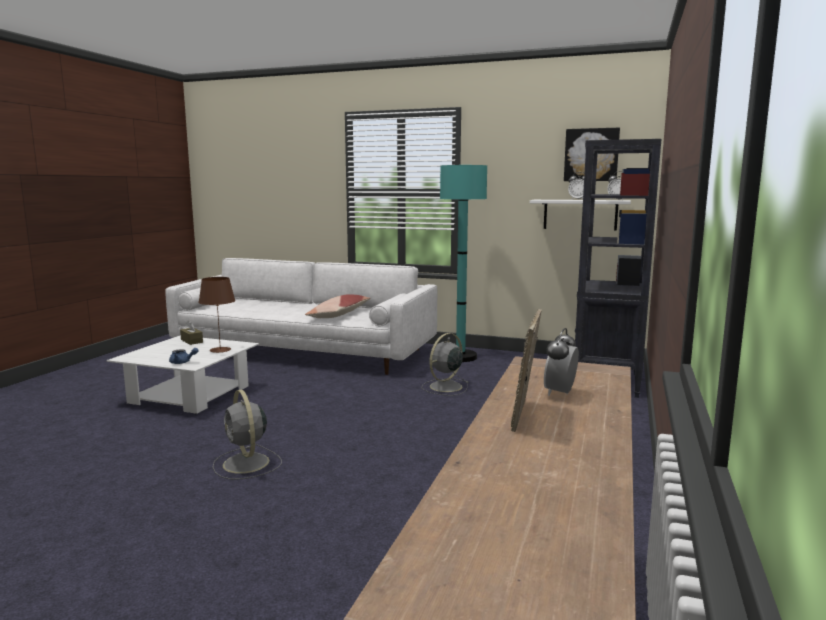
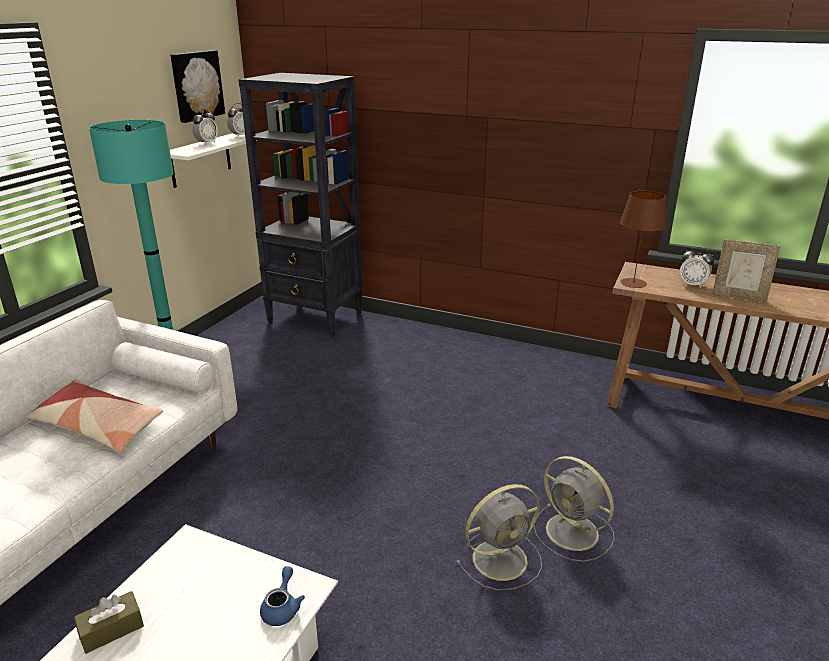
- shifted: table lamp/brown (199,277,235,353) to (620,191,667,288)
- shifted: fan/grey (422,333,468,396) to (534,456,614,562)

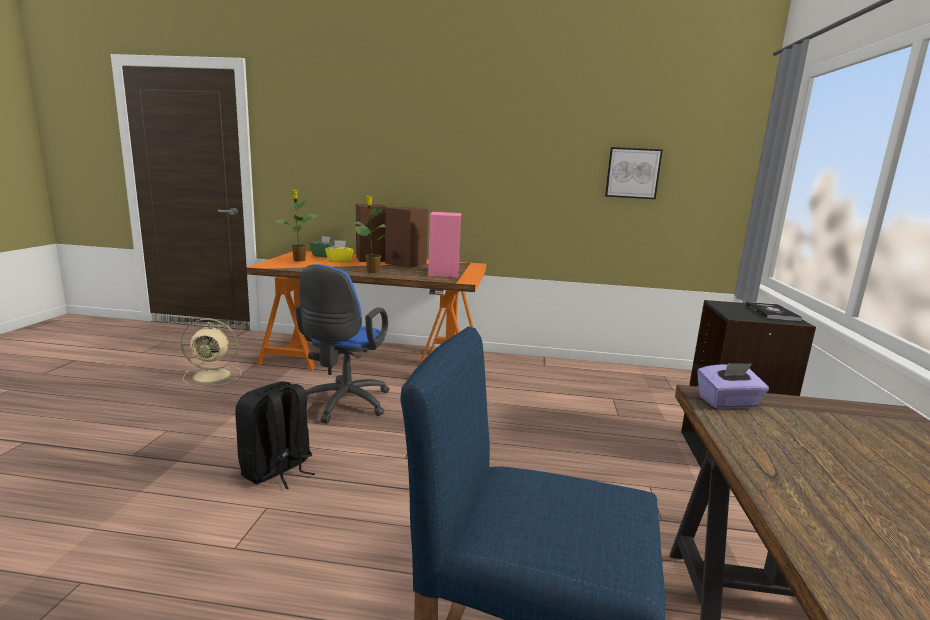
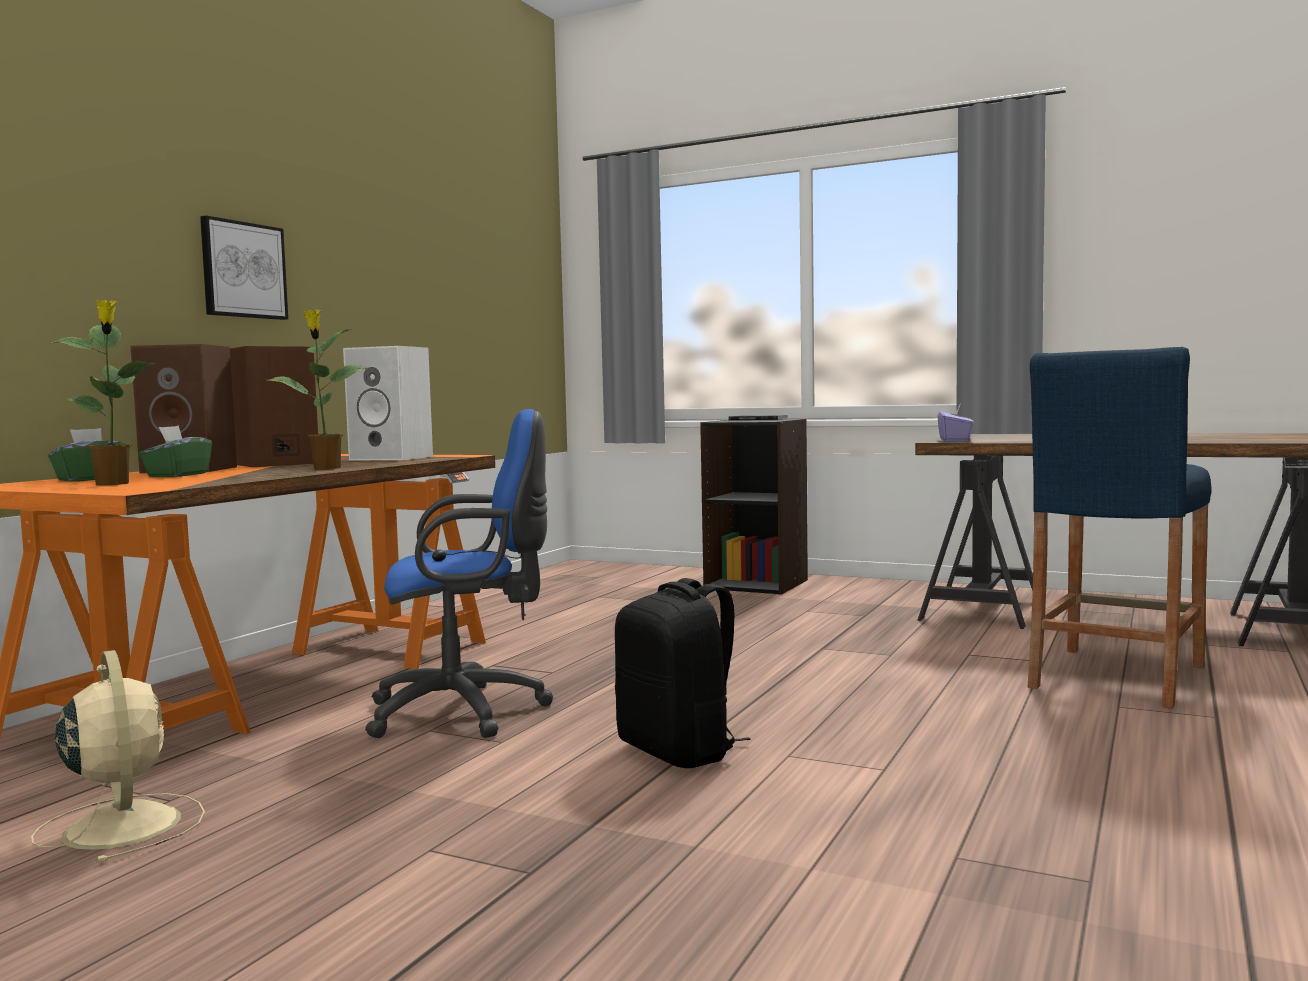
- rotated: fan/beige (180,319,242,386) = (31,650,205,864) 45 degrees counterclockwise
- rotated: office chair/blue (295,264,390,423) = (365,409,553,738) 45 degrees counterclockwise
- repainted: tissue box/yellow (325,240,354,263) to tissue box/green (139,426,212,477)
- repainted: speaker/pink (428,212,461,277) to speaker/white (343,346,433,460)
- shifted: picture (605,147,663,199) to (200,215,288,320)

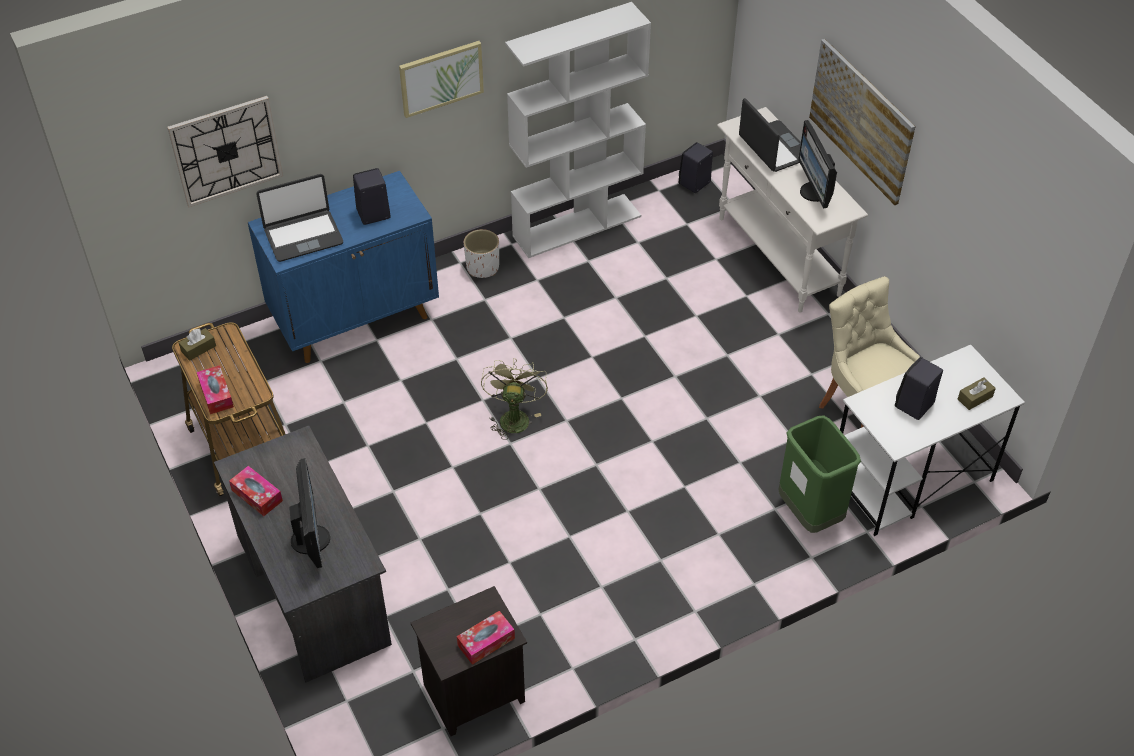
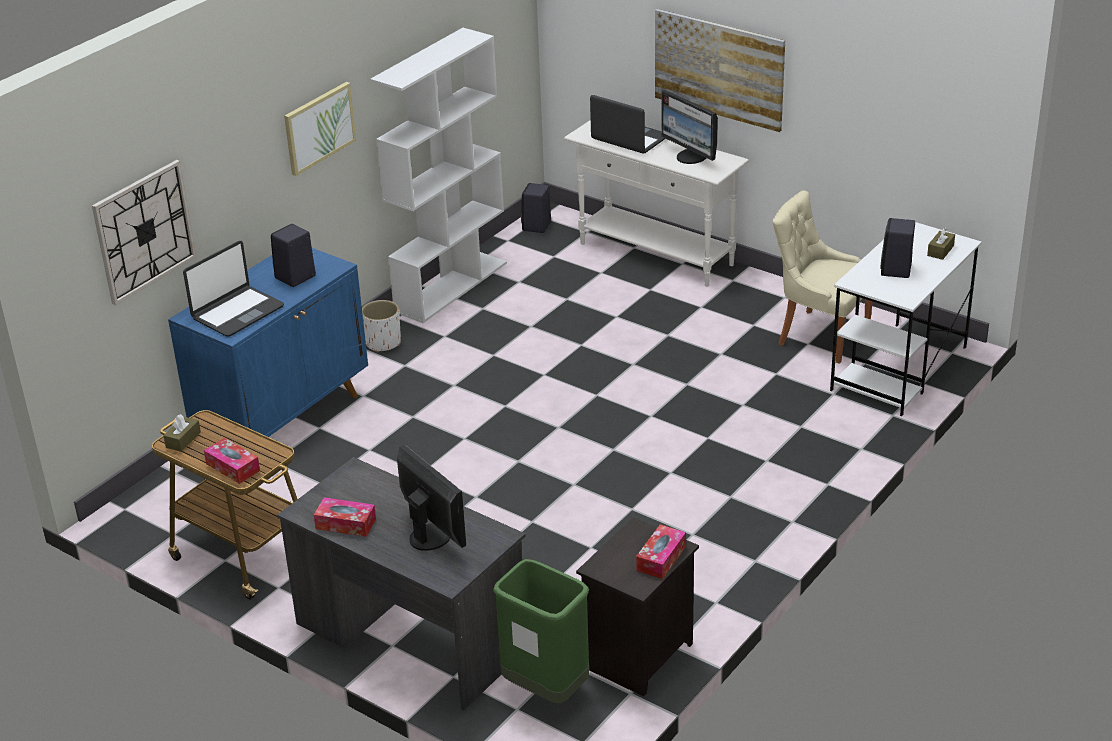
- gone: fan/green (481,358,548,440)
- shifted: trash can/green (778,416,861,533) to (493,559,589,703)

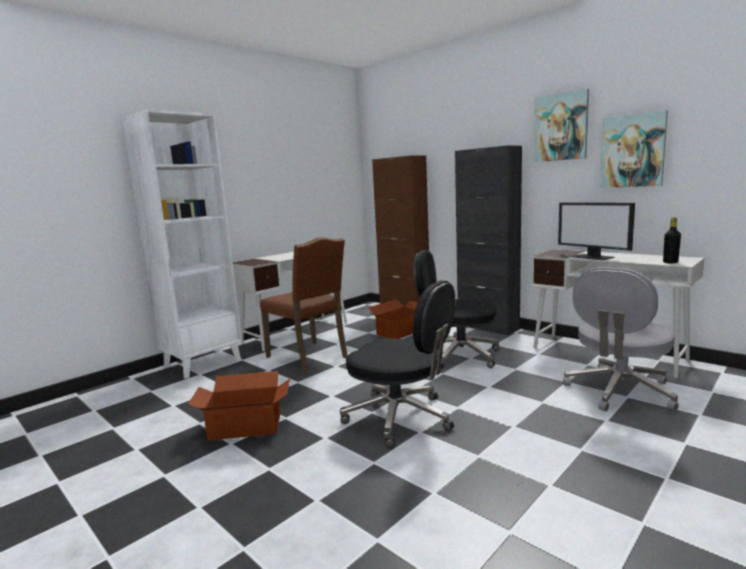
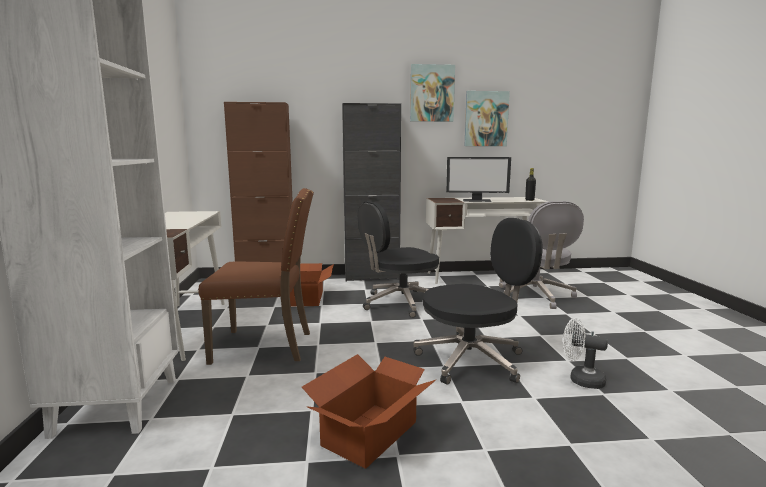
- new: fan/white (563,318,608,389)

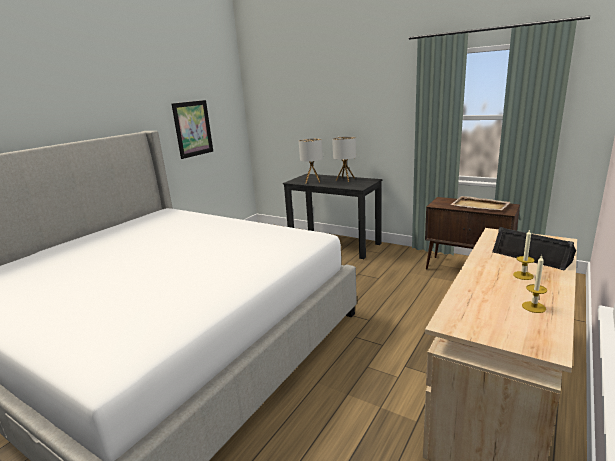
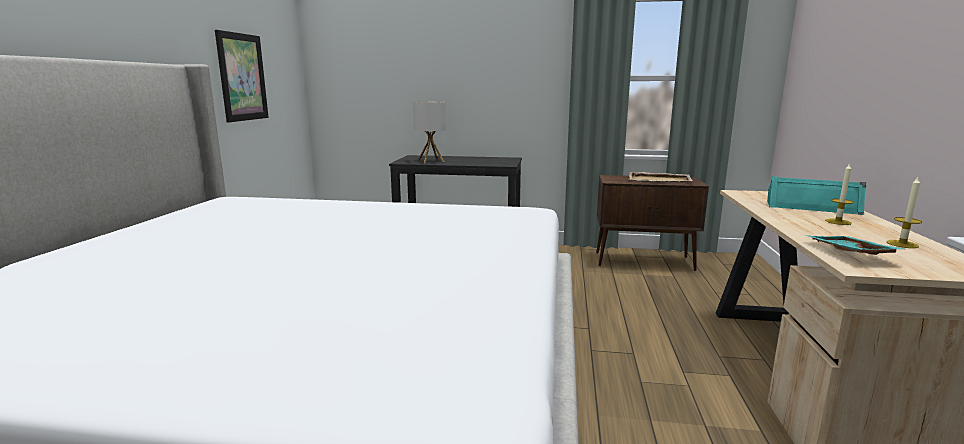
- gone: table lamp (332,136,356,182)
- repainted: speaker/black (492,227,576,271) to speaker/turquoise (767,176,866,215)
- new: tray/turquoise (805,235,903,255)

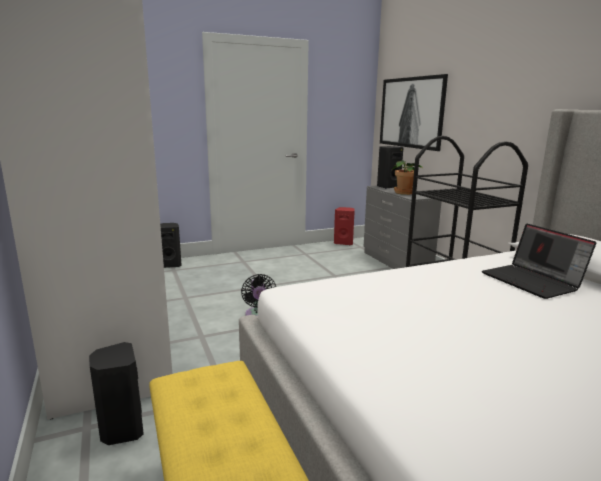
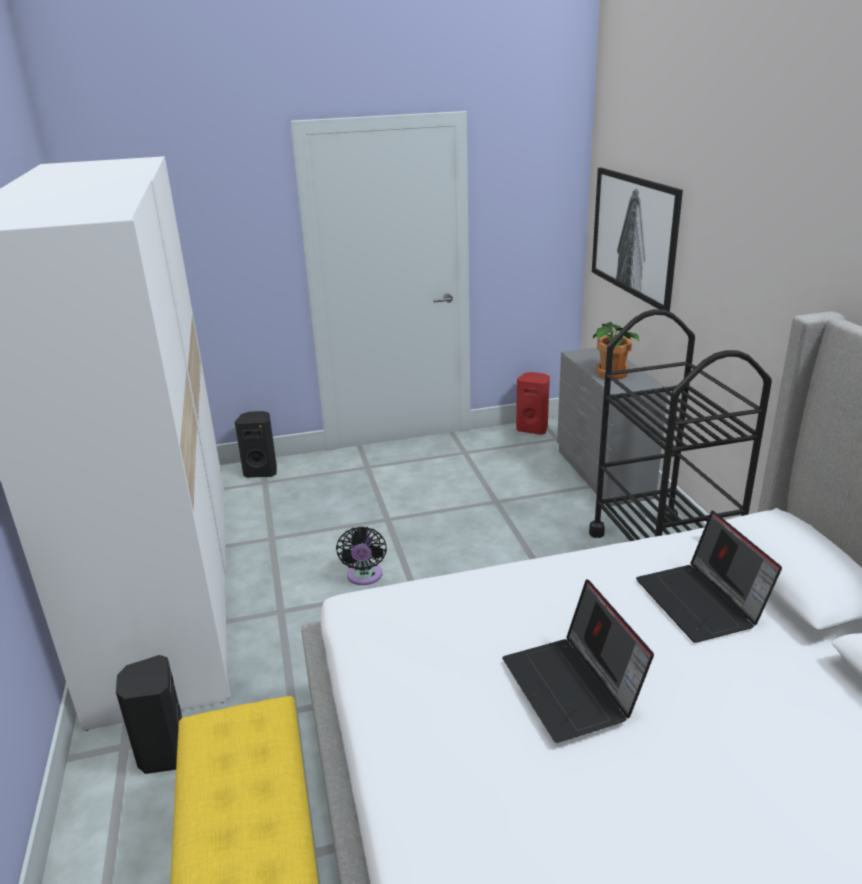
- gone: speaker/black (377,146,404,189)
- new: laptop (502,579,654,743)

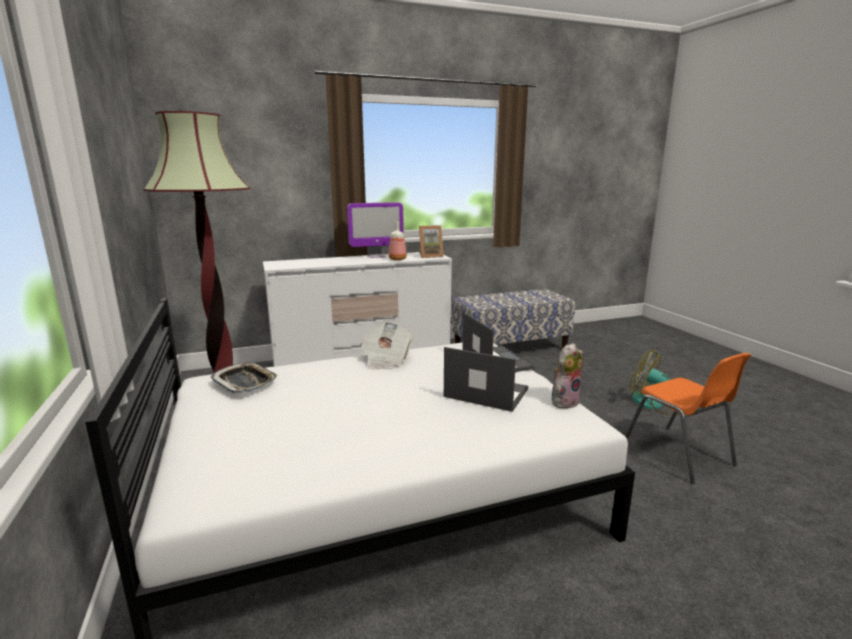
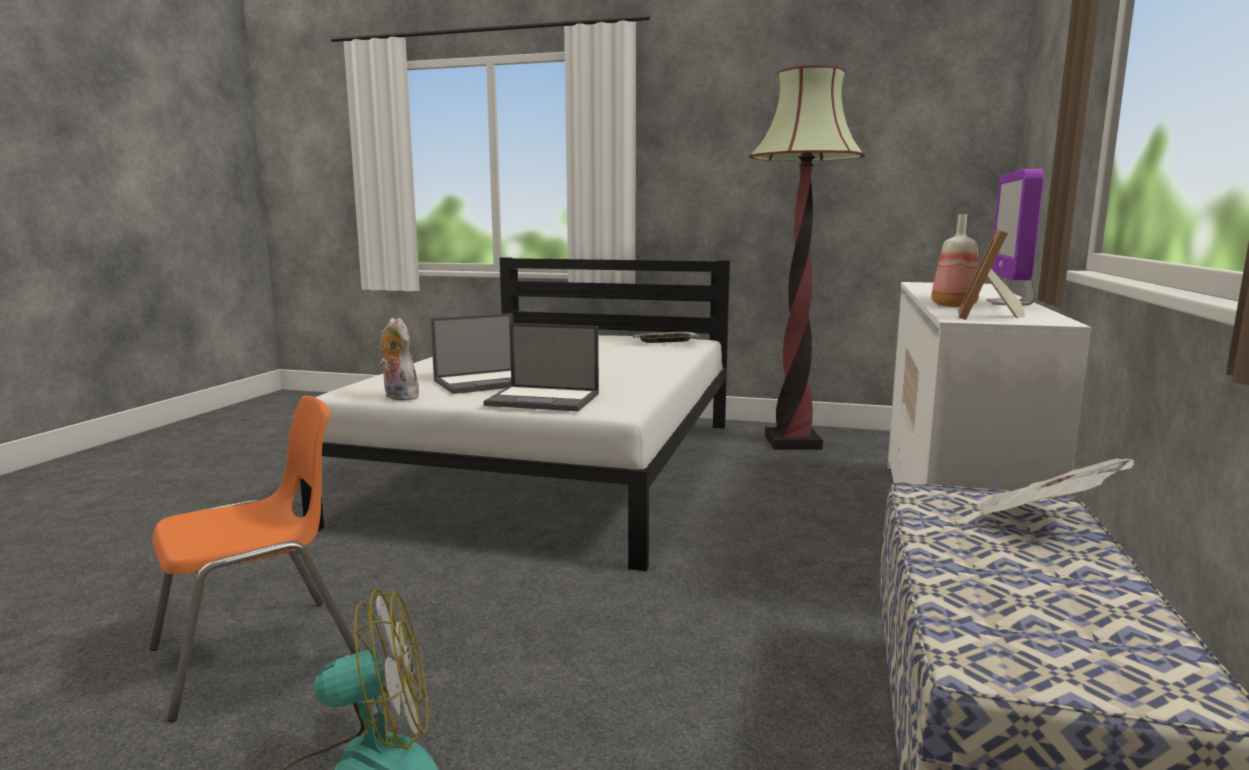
- shifted: newspaper (361,322,413,370) to (979,458,1134,515)
- rotated: plush toy (552,343,584,408) = (380,318,419,401) 135 degrees clockwise
- rotated: chair/orange (625,353,751,484) = (150,396,360,722) 135 degrees clockwise

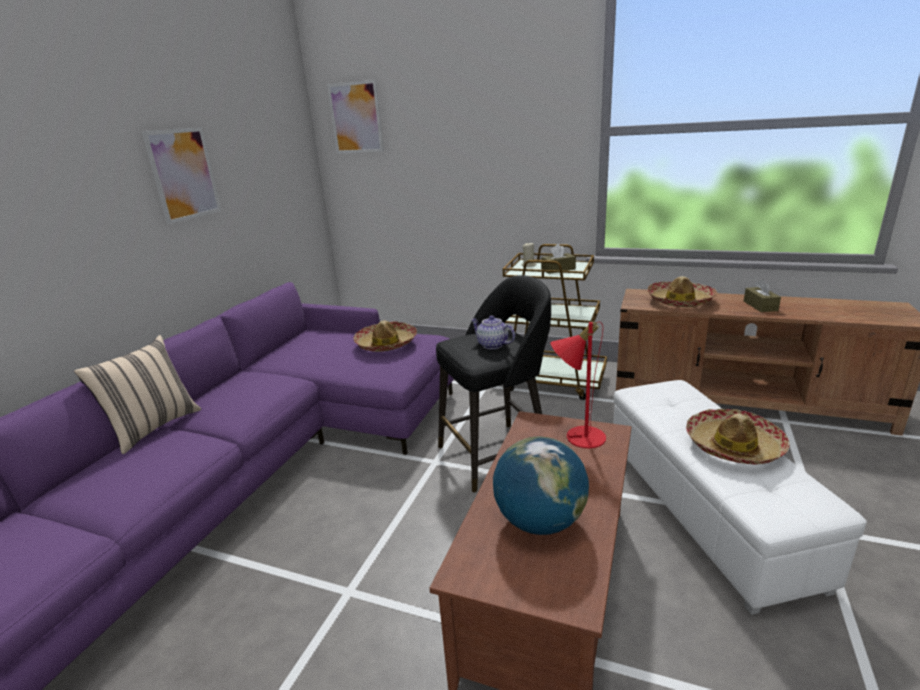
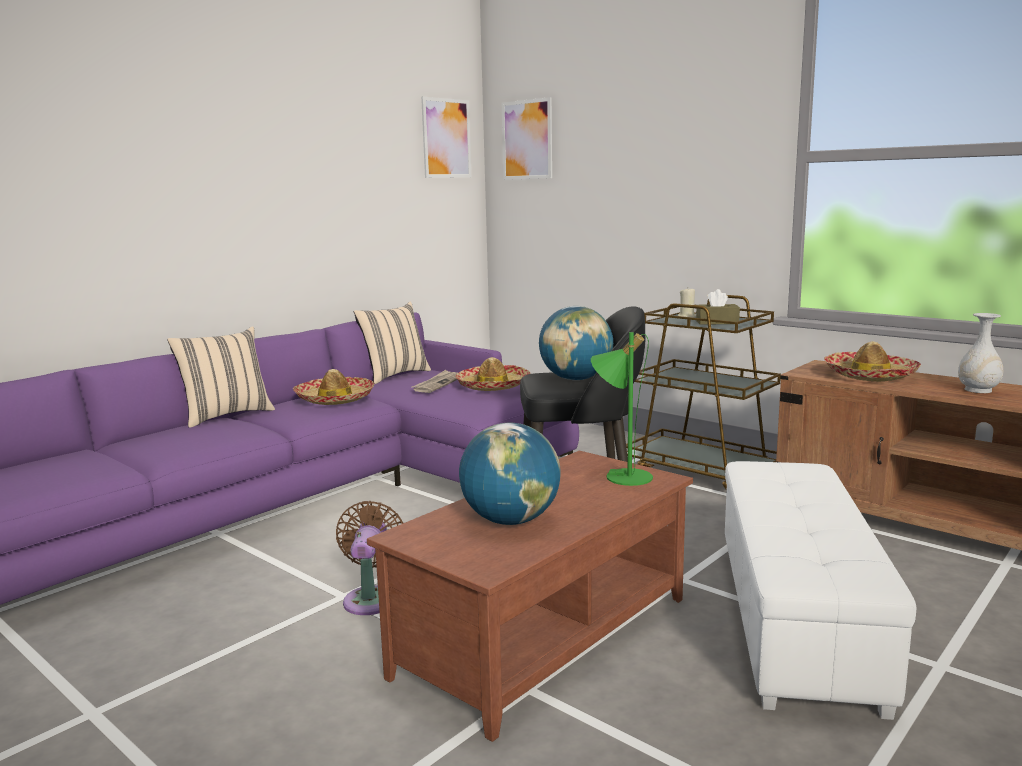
- shifted: picture (141,127,221,224) to (421,97,471,178)
- swapped: teapot (470,315,515,349) to globe (539,306,613,380)
- repainted: table lamp/red (551,321,606,448) to table lamp/green (591,332,653,486)
- shifted: hat (686,409,790,465) to (293,369,374,405)
- swapped: tissue box/brown (744,279,781,312) to vase/white (958,313,1003,393)
- new: fan/brown (336,501,403,615)
- new: pillow/beige (354,302,431,384)
- new: newspaper (412,370,457,393)

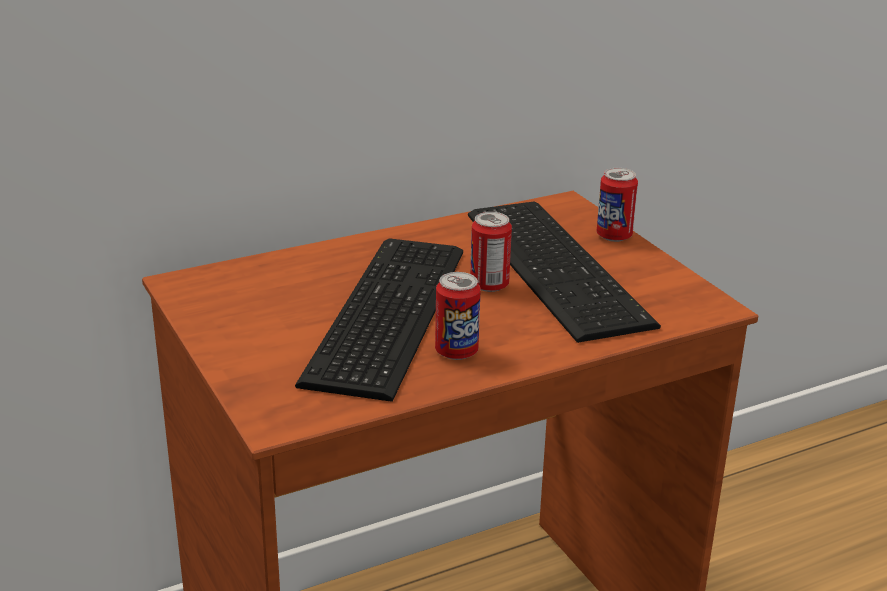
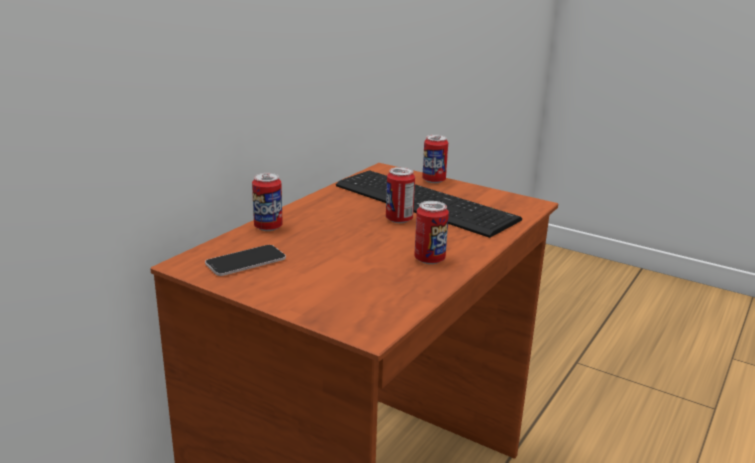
- gone: keyboard (295,238,463,402)
- new: phone (205,245,286,276)
- new: can (252,173,283,231)

